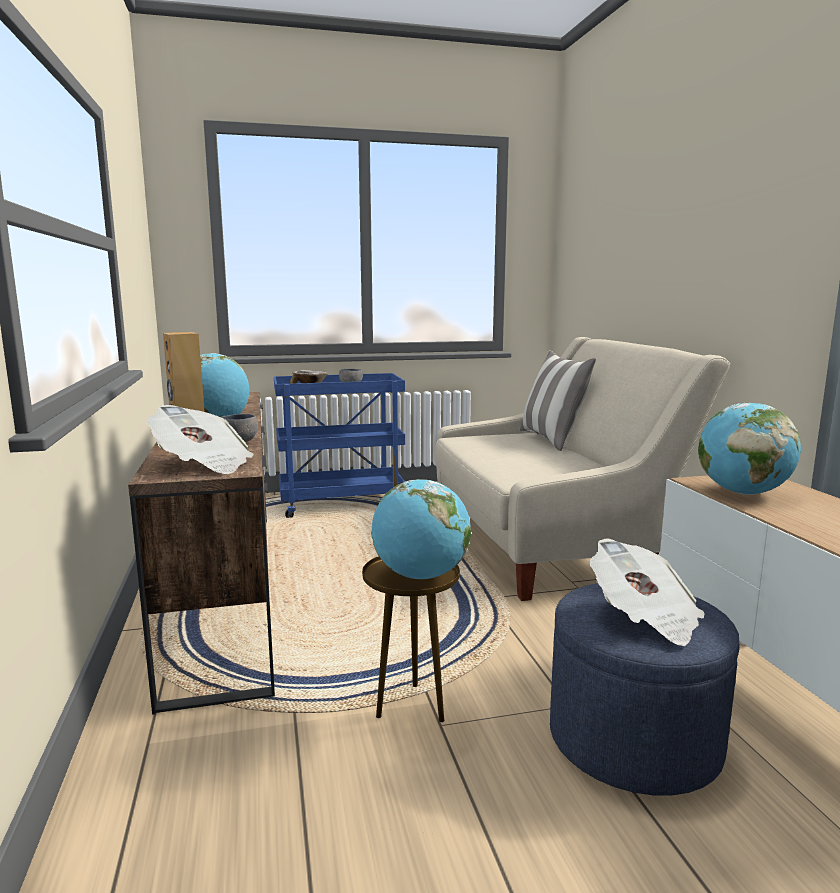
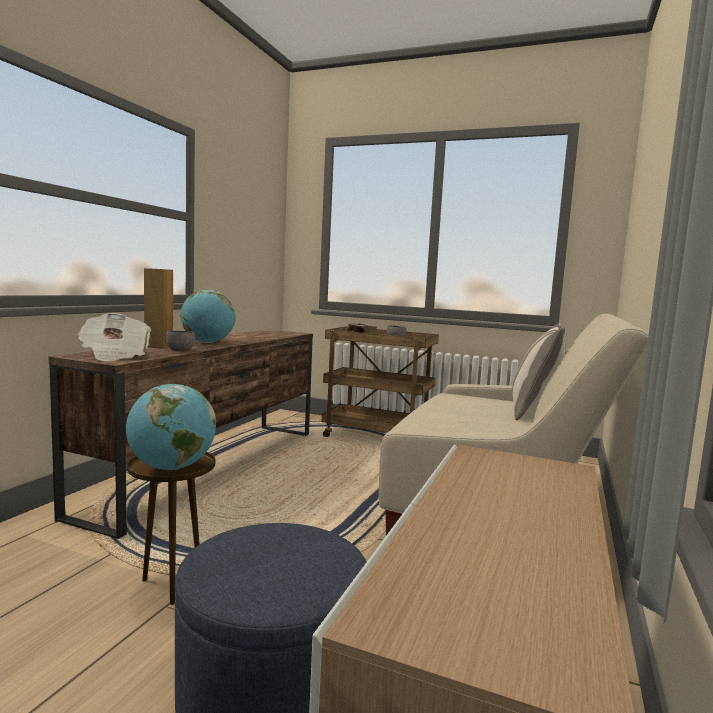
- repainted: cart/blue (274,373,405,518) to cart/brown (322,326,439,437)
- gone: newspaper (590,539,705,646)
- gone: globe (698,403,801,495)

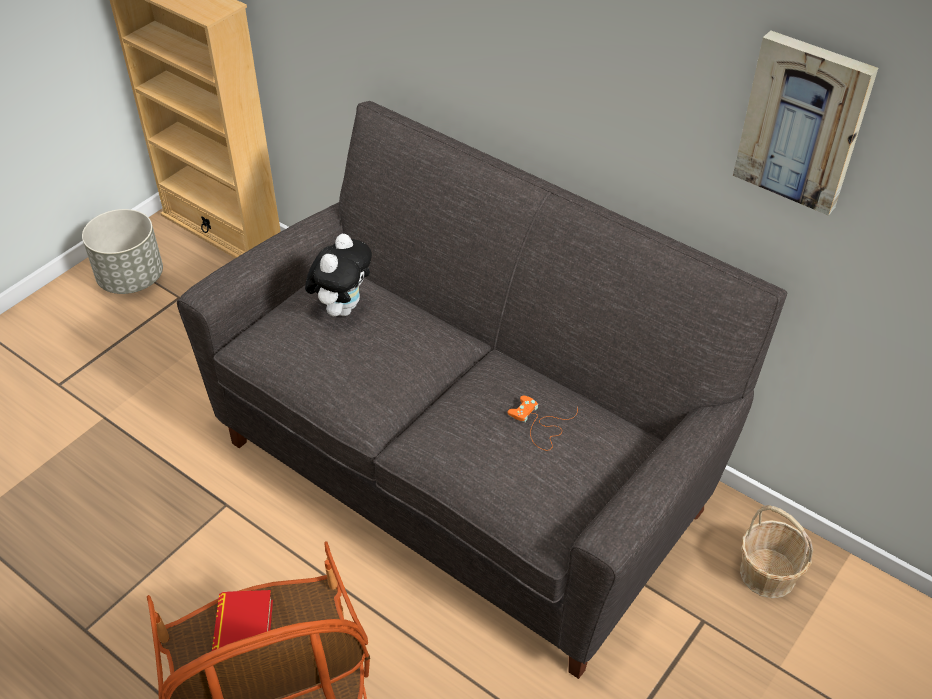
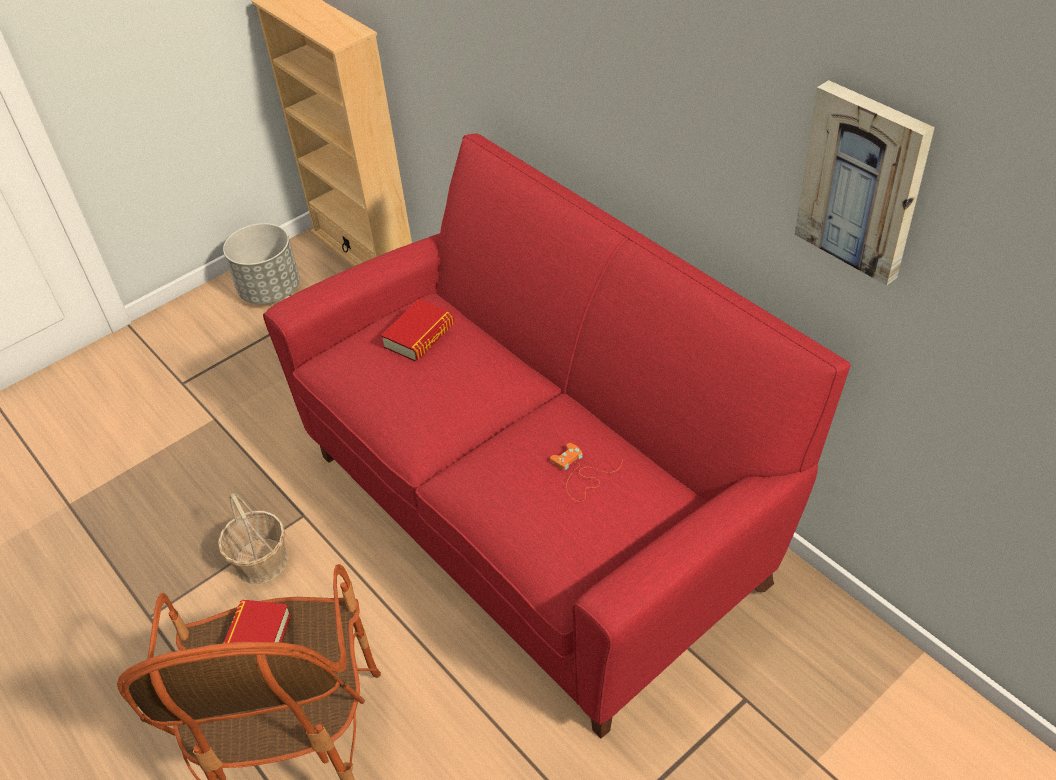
- repainted: sofa/grey (177,101,787,679) to sofa/red (263,133,851,738)
- swapped: plush toy (305,234,372,316) to book (381,299,454,362)
- shifted: basket (740,505,813,598) to (218,493,288,584)

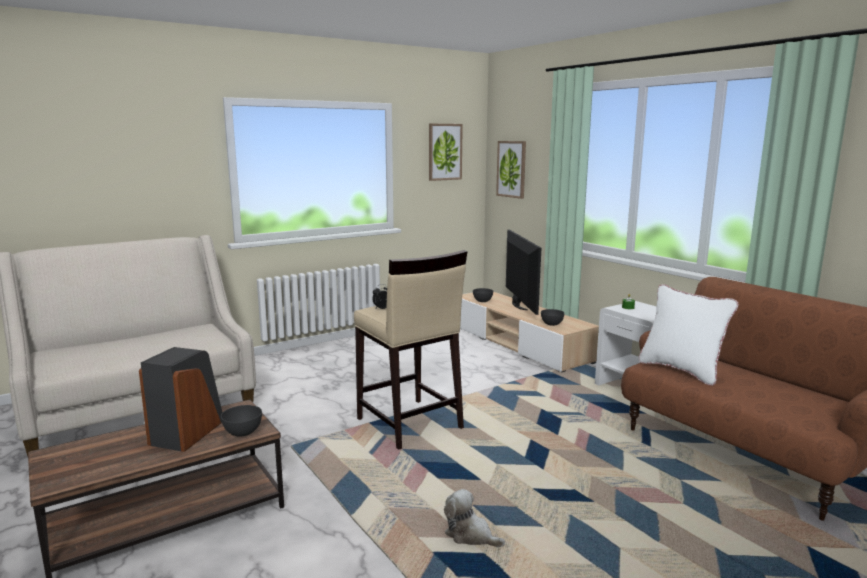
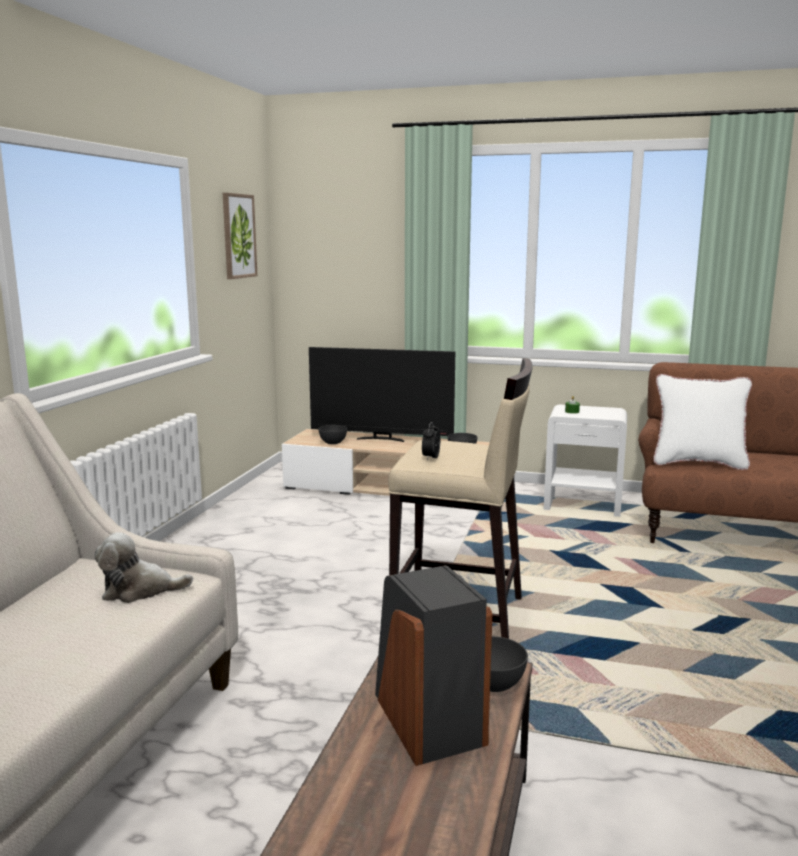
- shifted: plush toy (444,489,505,547) to (94,532,193,603)
- gone: picture (496,141,526,199)
- rotated: television (506,230,541,315) = (309,347,455,442) 150 degrees clockwise

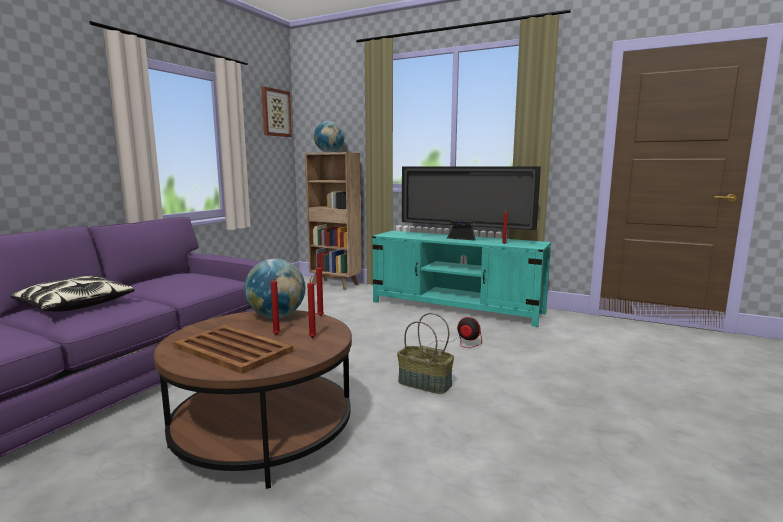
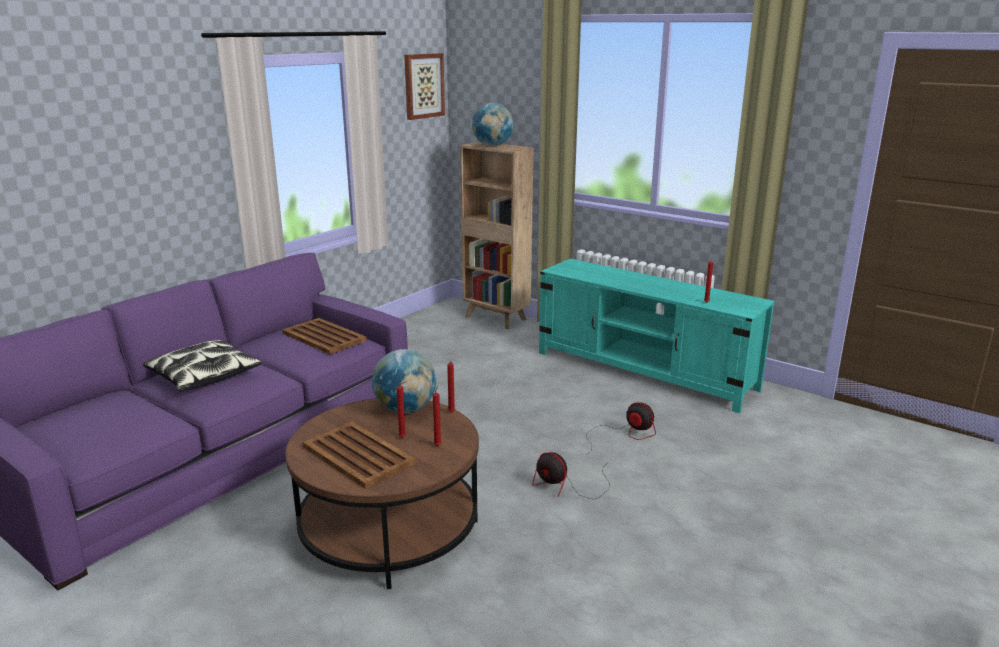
- swapped: basket (397,313,454,394) to fan (532,452,610,499)
- gone: television (402,166,541,241)
- new: tray/brown (282,318,367,354)

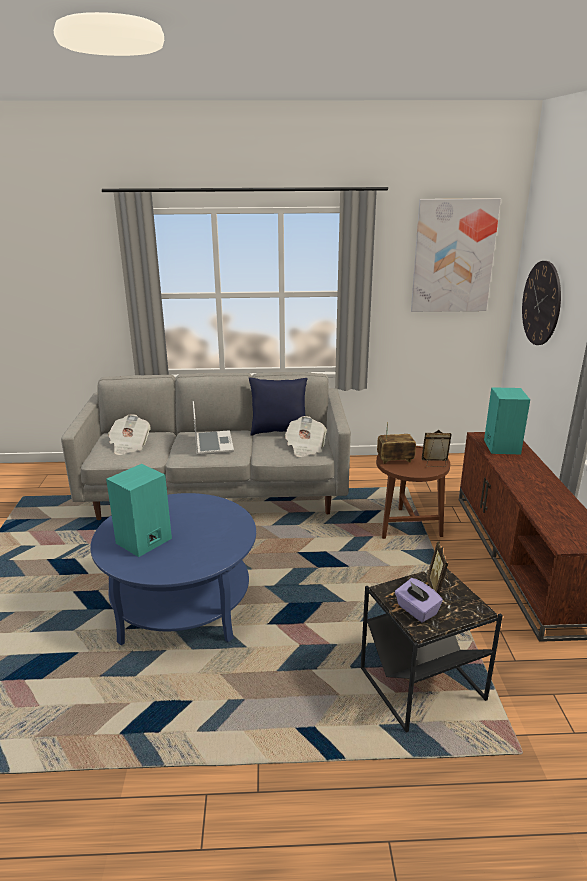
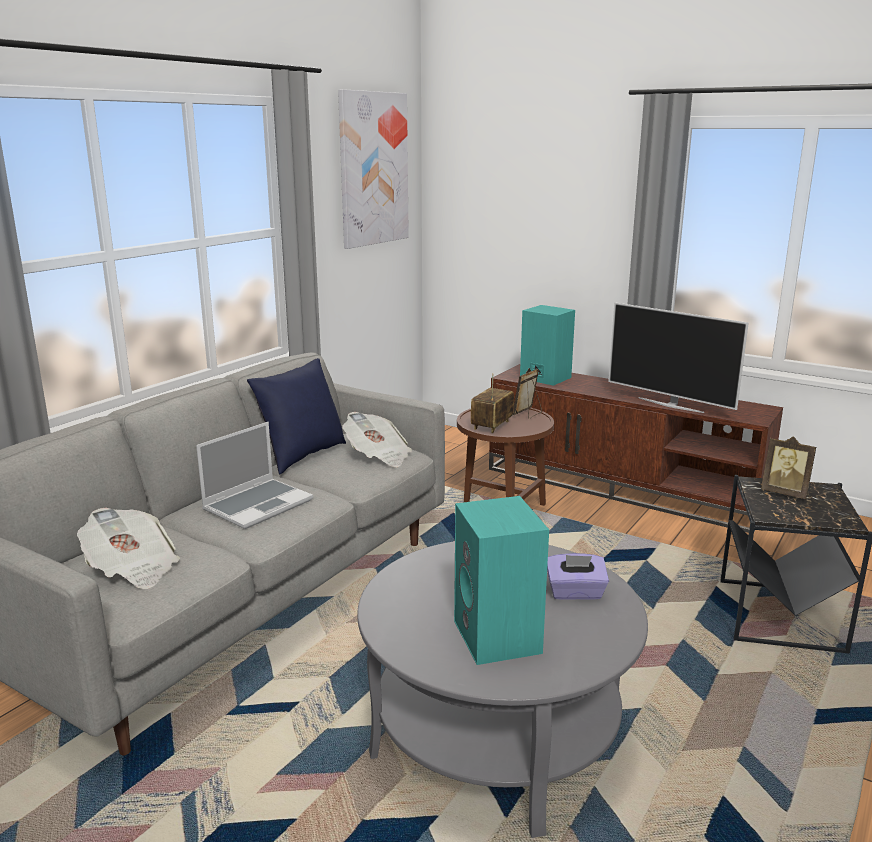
- repainted: coffee table/blue (90,493,256,645) to coffee table/grey (357,541,648,838)
- rotated: laptop (193,401,234,455) = (196,422,313,529) 105 degrees clockwise
- shifted: tissue box/purple (395,578,443,623) to (547,553,609,600)
- gone: wall clock (522,261,561,345)
- new: television (608,302,749,413)

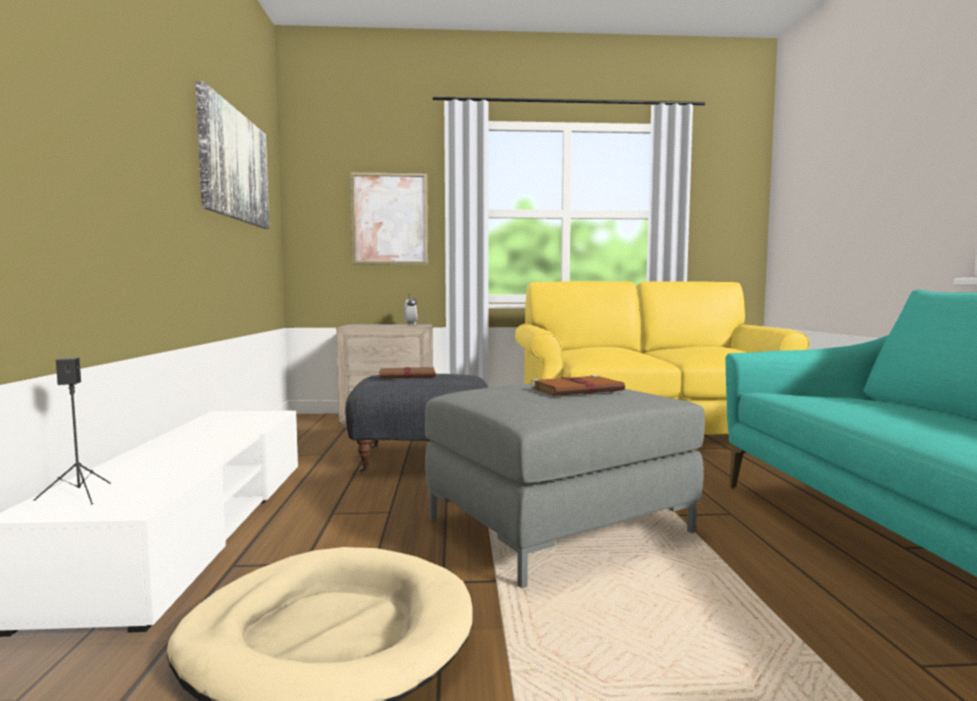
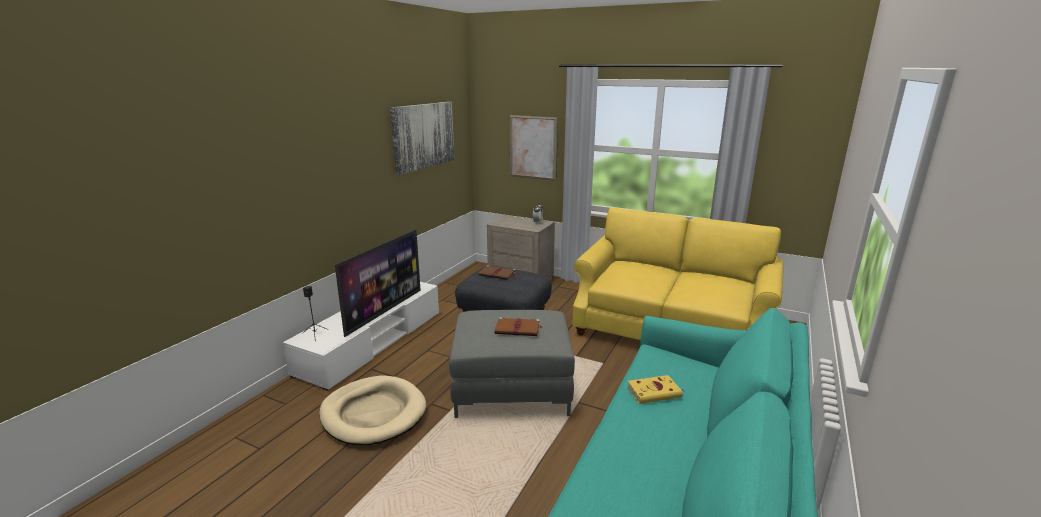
- new: television (335,229,421,337)
- new: book/yellow (627,375,684,404)

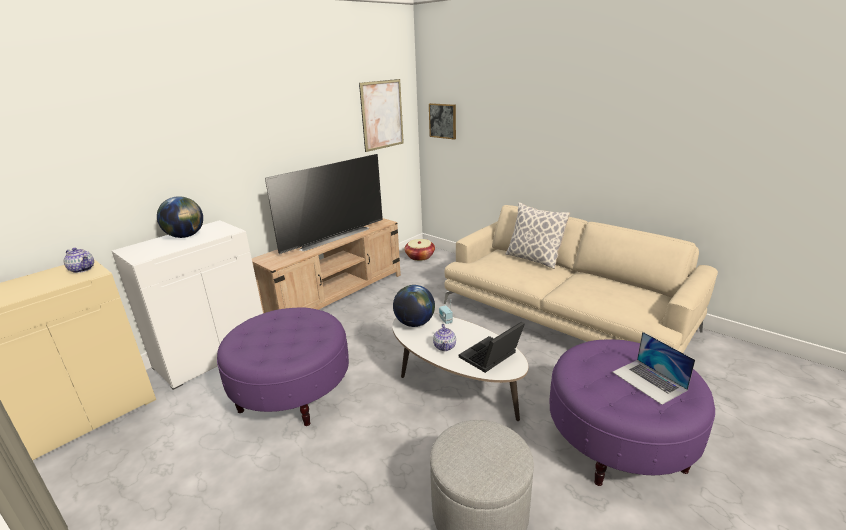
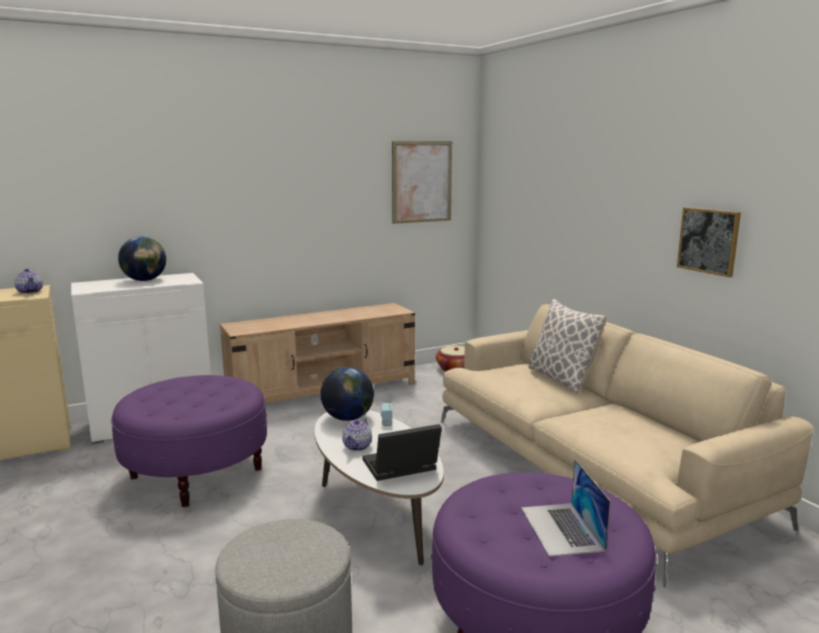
- gone: television (265,154,383,254)
- shifted: picture (429,103,456,140) to (677,207,741,277)

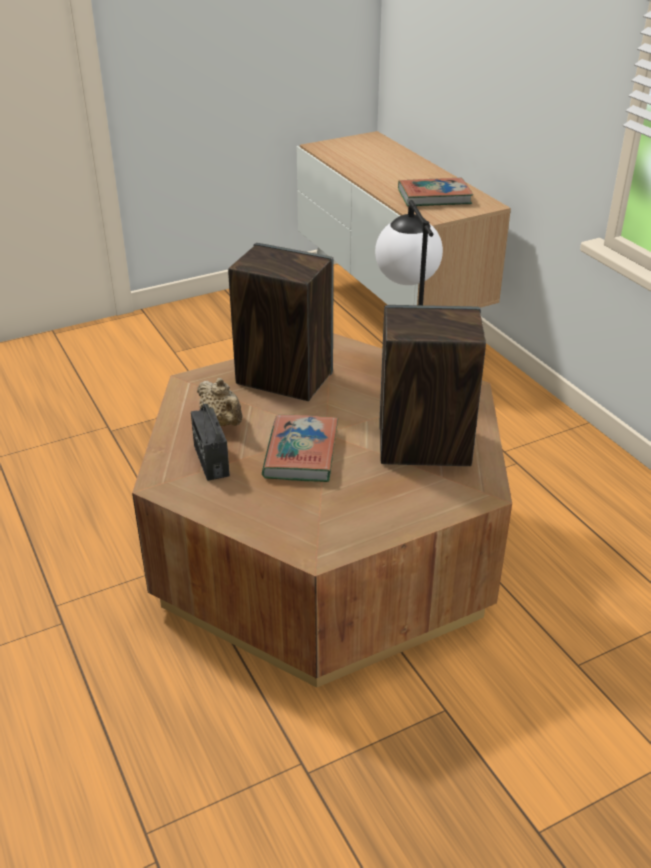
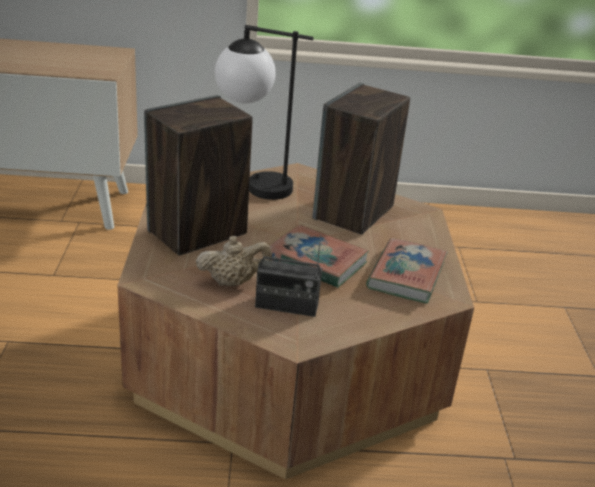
- shifted: book (398,178,473,206) to (366,238,447,304)

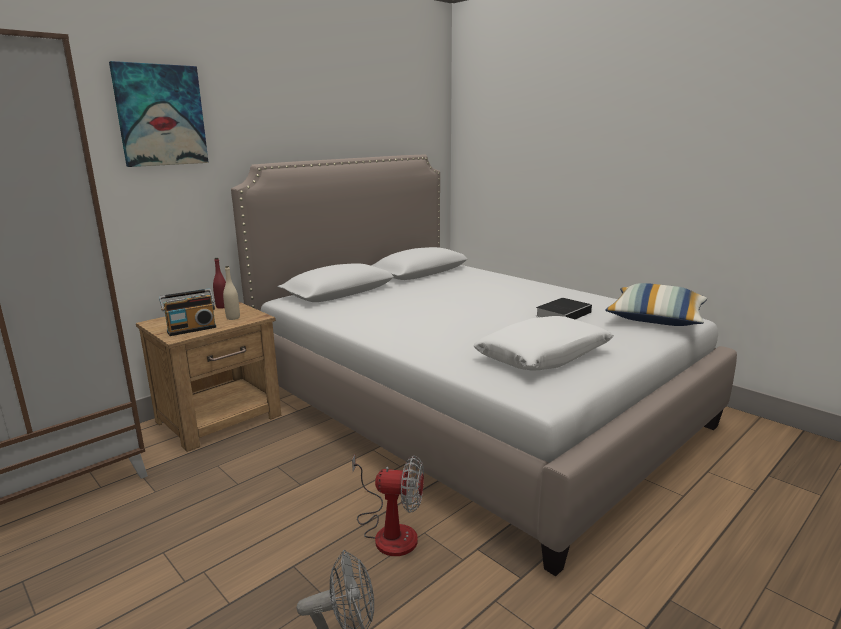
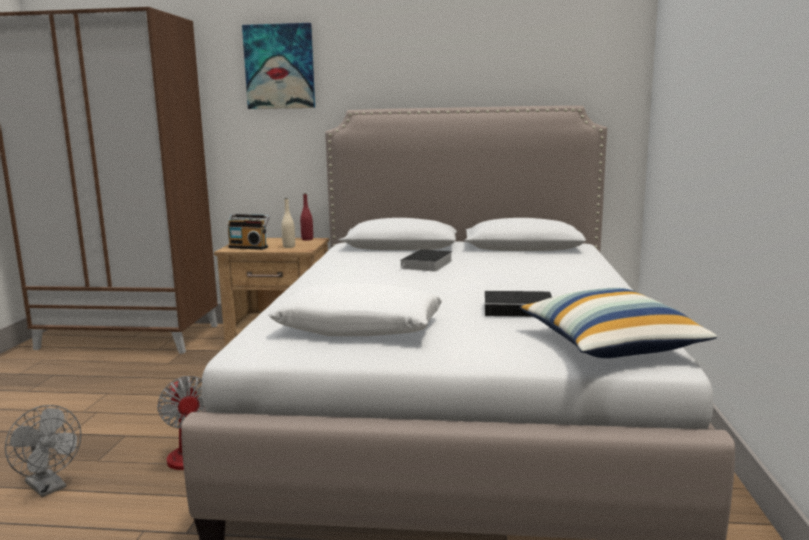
- new: book (399,249,452,272)

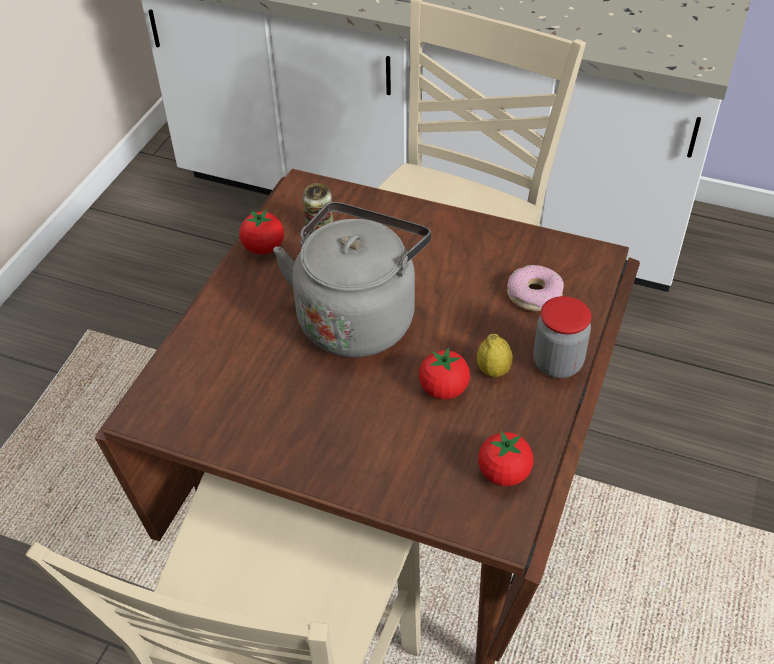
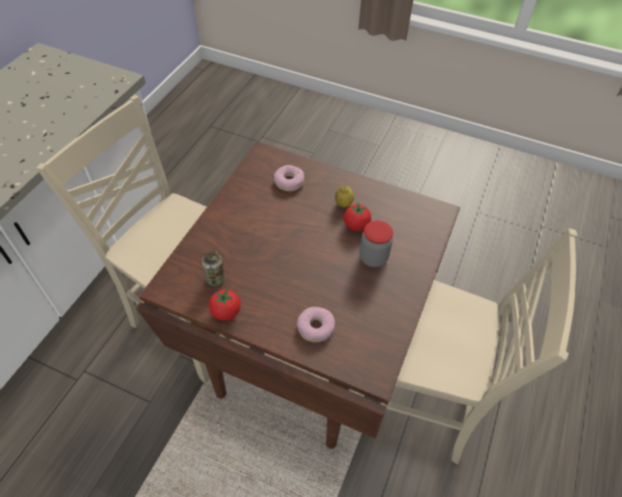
- gone: kettle/grey (273,202,431,357)
- gone: tomato (478,430,533,486)
- shifted: jar (533,296,591,378) to (360,221,393,267)
- new: donut (297,307,335,342)

